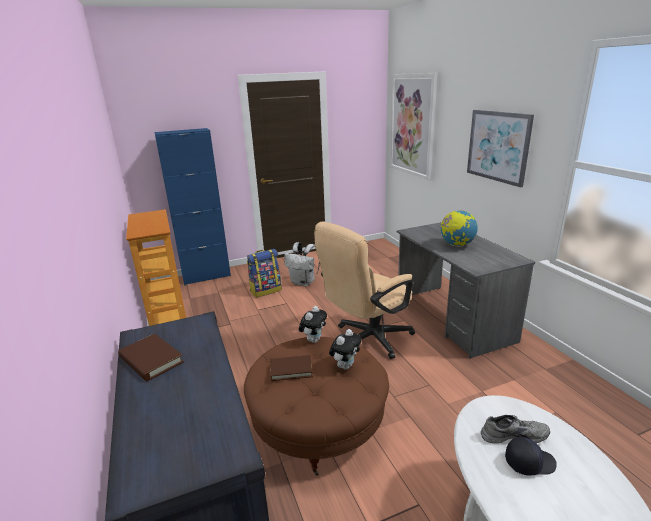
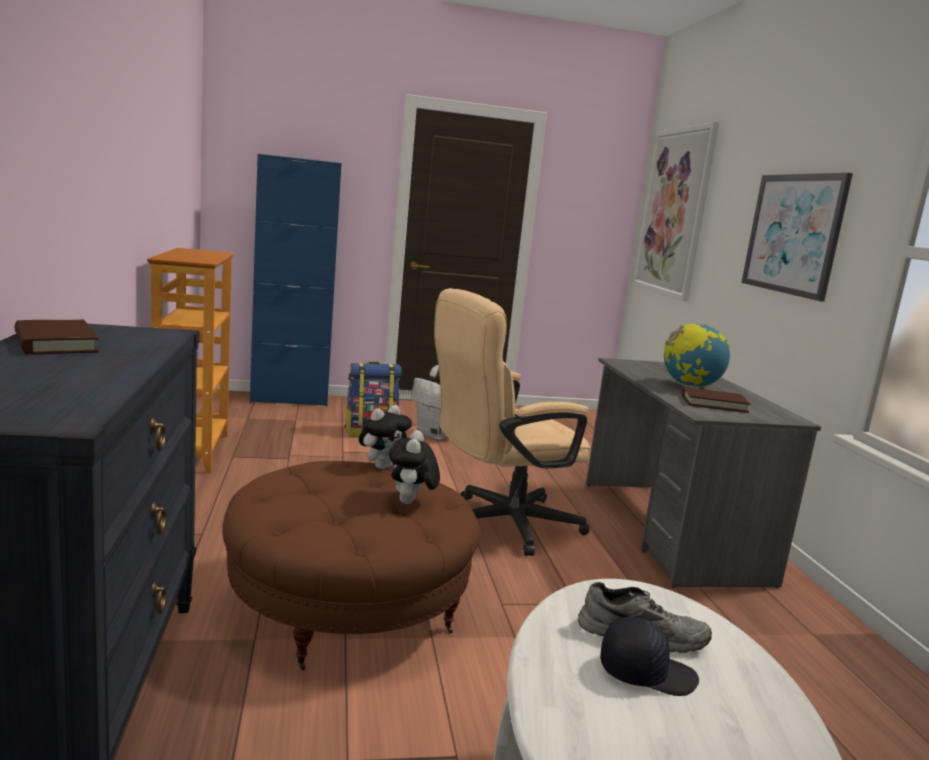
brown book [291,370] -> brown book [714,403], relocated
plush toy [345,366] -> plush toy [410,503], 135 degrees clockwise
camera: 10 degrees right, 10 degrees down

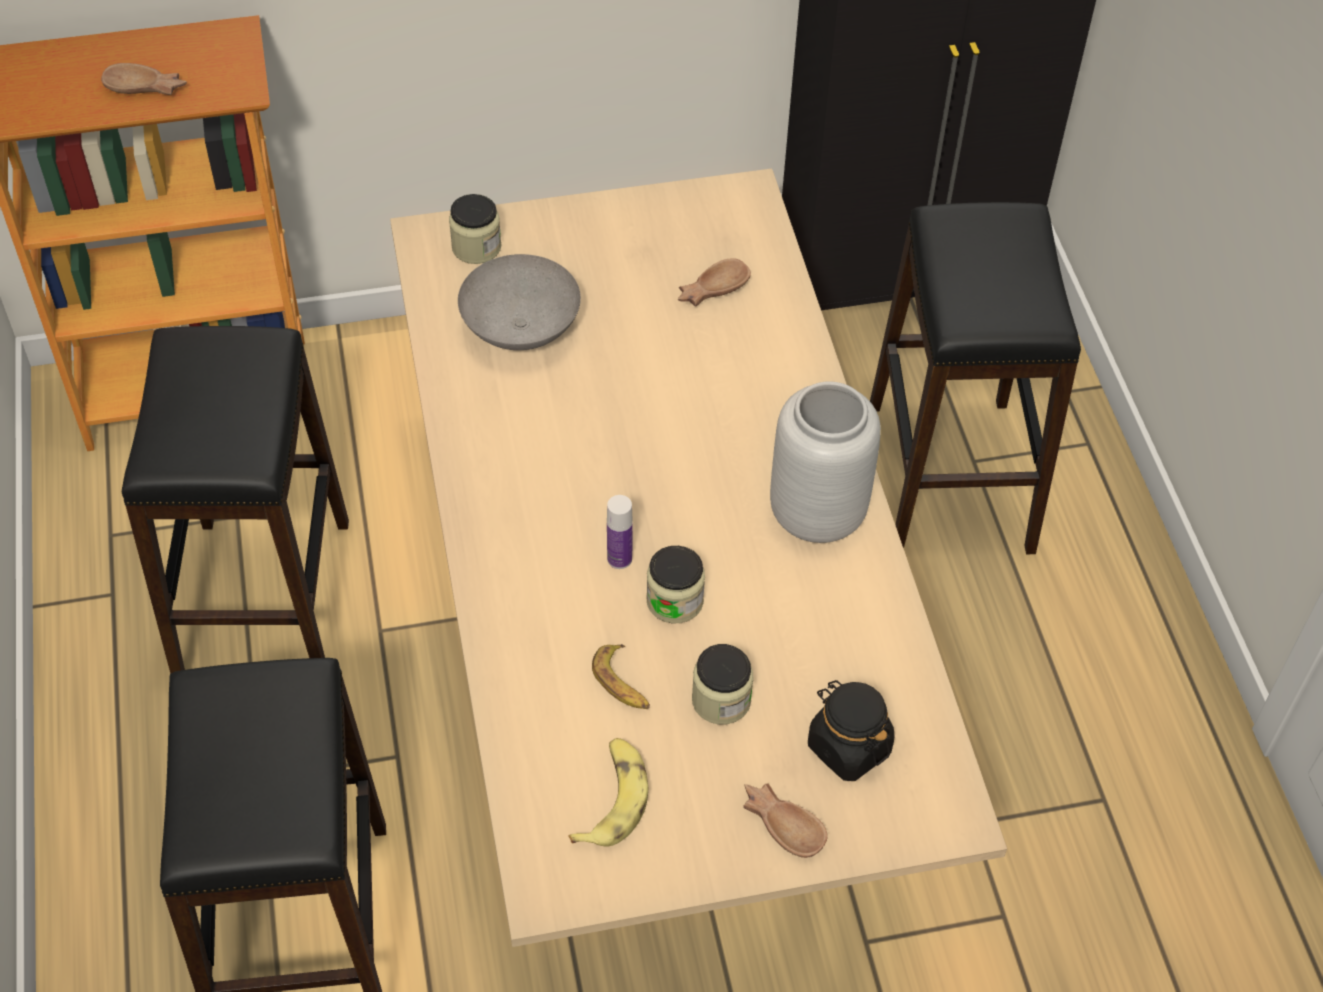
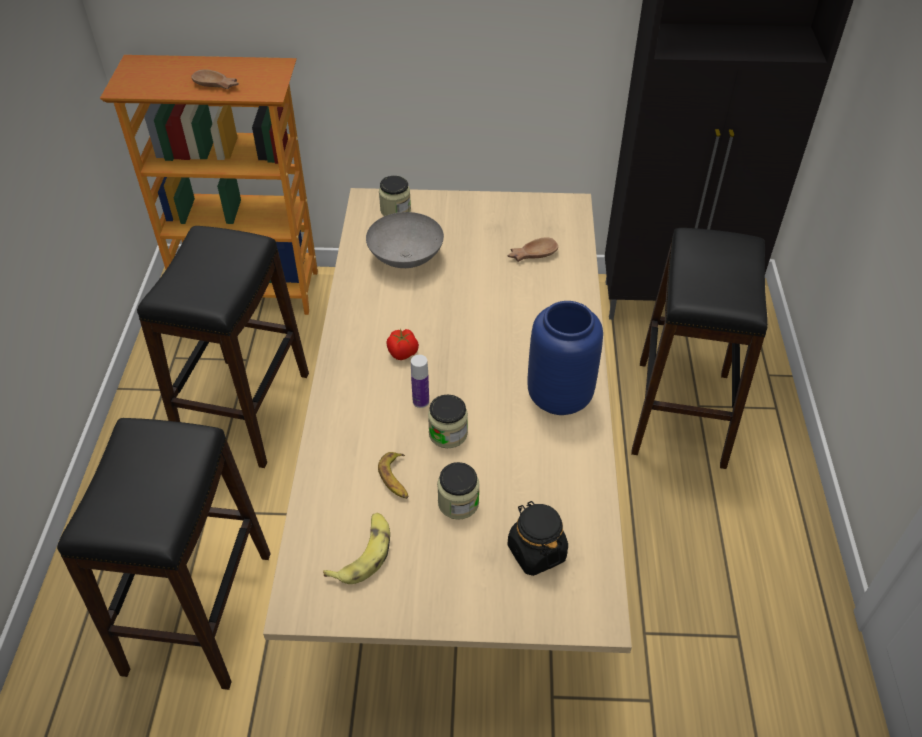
brown bowl [783,822] -> none
grey vase [815,515] -> blue vase [558,397]
none -> tomato [403,353]
camera: 15 degrees right, 5 degrees down

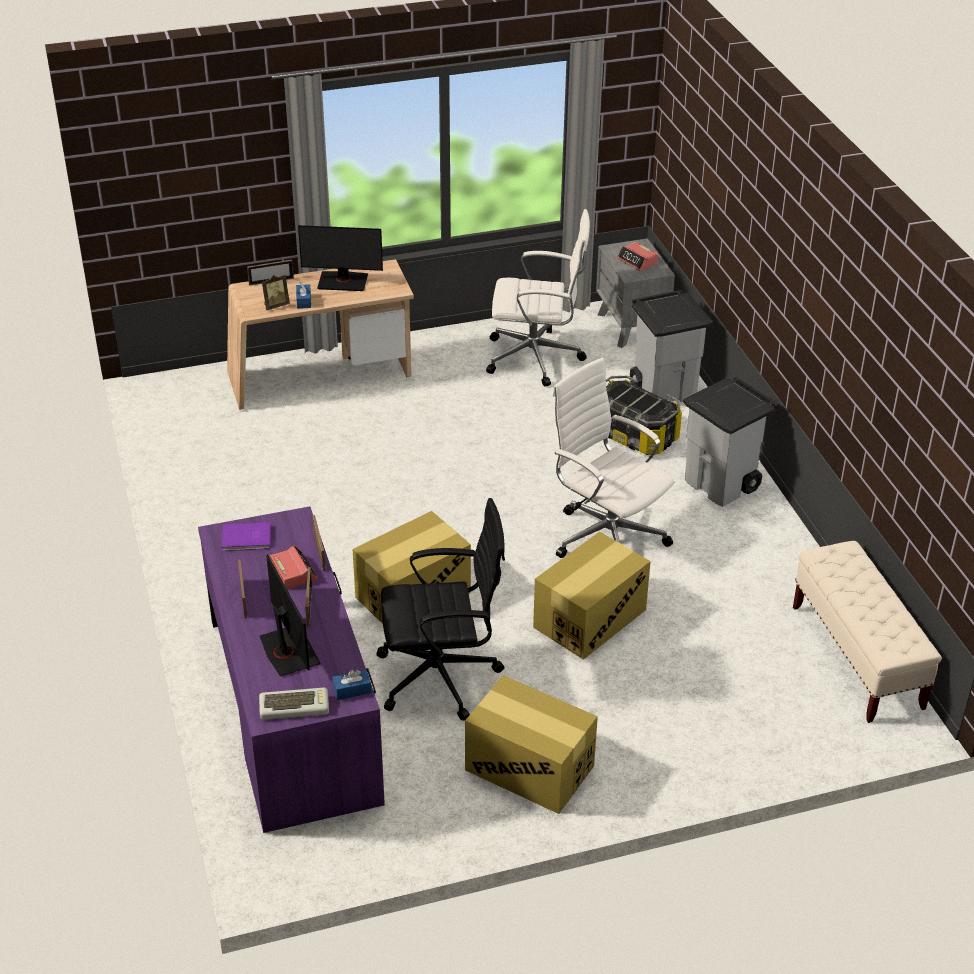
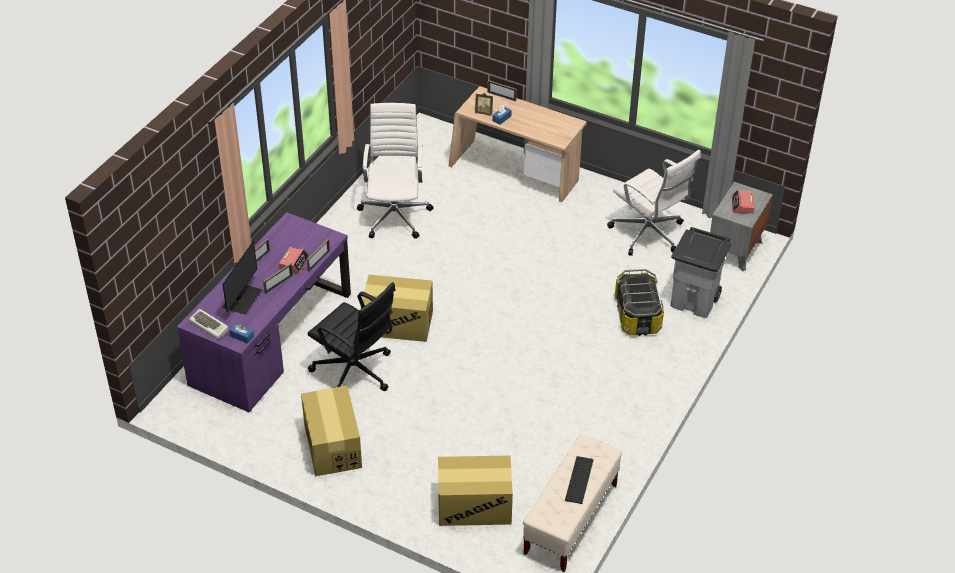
purple book [247,539] -> none
monitor [343,281] -> none
cardboard box [590,618] -> cardboard box [474,505], relocated
white office chair [607,536] -> white office chair [395,215], relocated
grey trash can [722,484] -> none
none -> keyboard [580,480]
camera: 45 degrees right, 5 degrees up

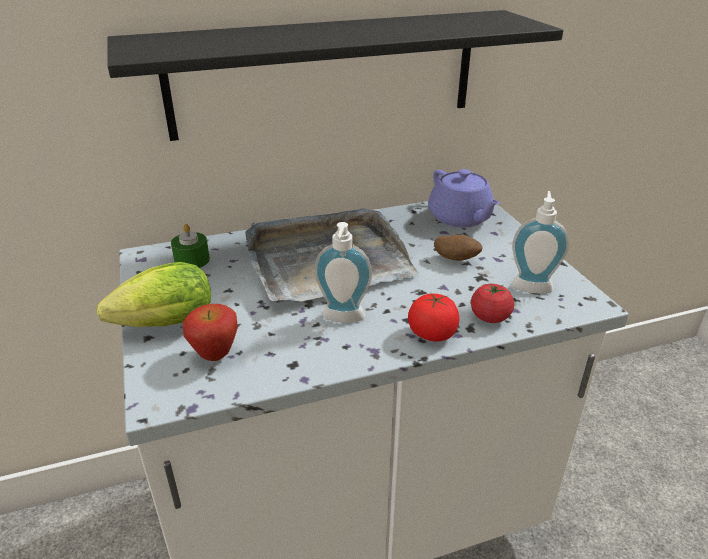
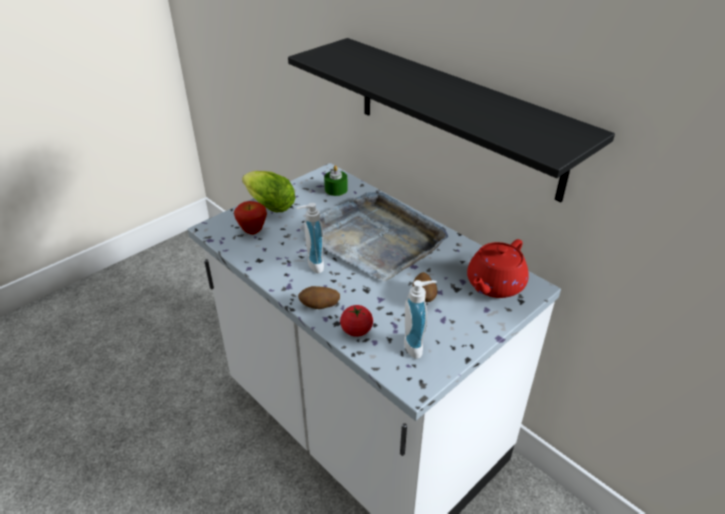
tomato [432,334] -> potato [319,307]
purple teapot [460,218] -> red teapot [494,285]
camera: 65 degrees right, 5 degrees up

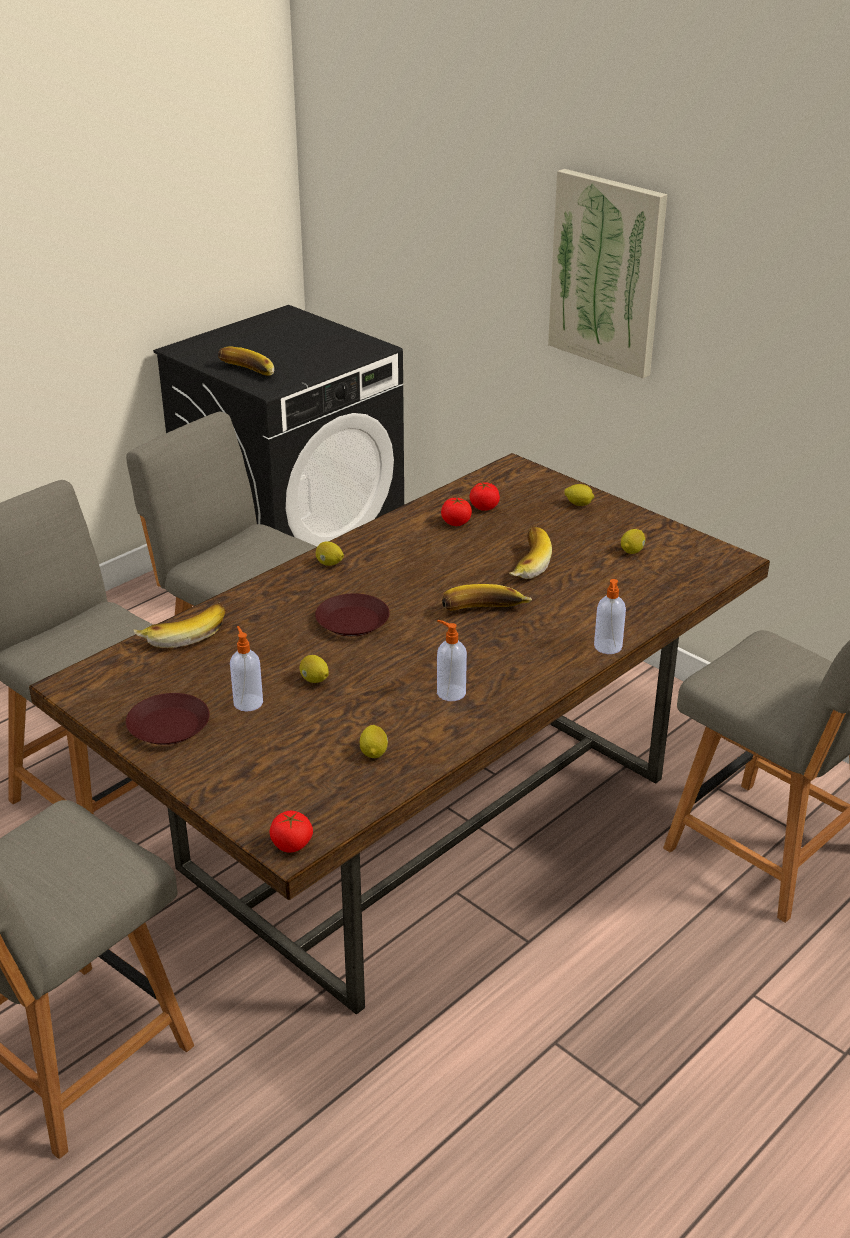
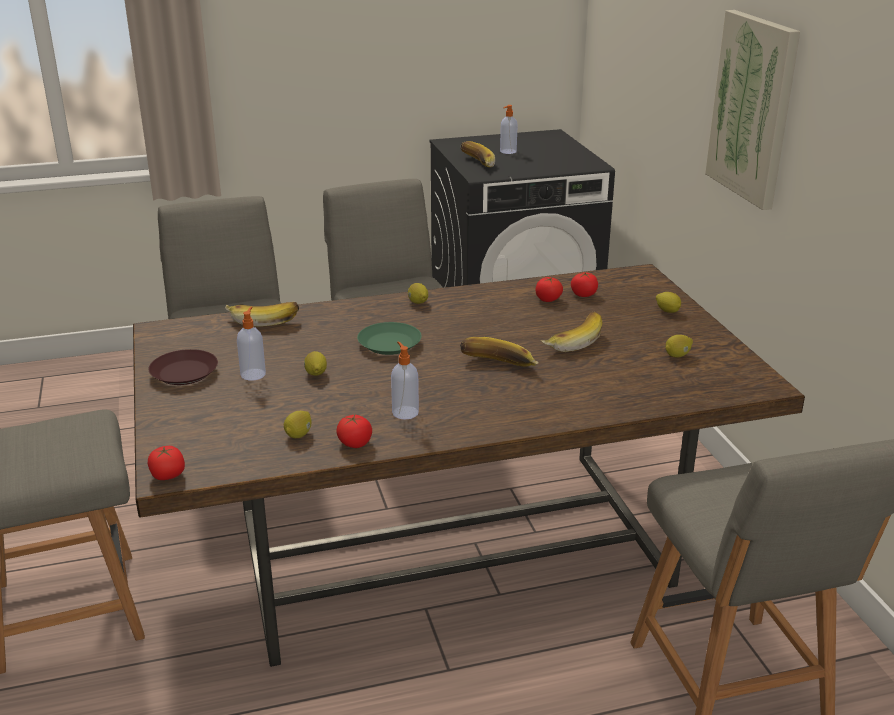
brown plate [353,622] -> green plate [389,344]
soap dispenser [608,647] -> soap dispenser [507,151], relocated
none -> tomato [355,443]
camera: 30 degrees right, 5 degrees down

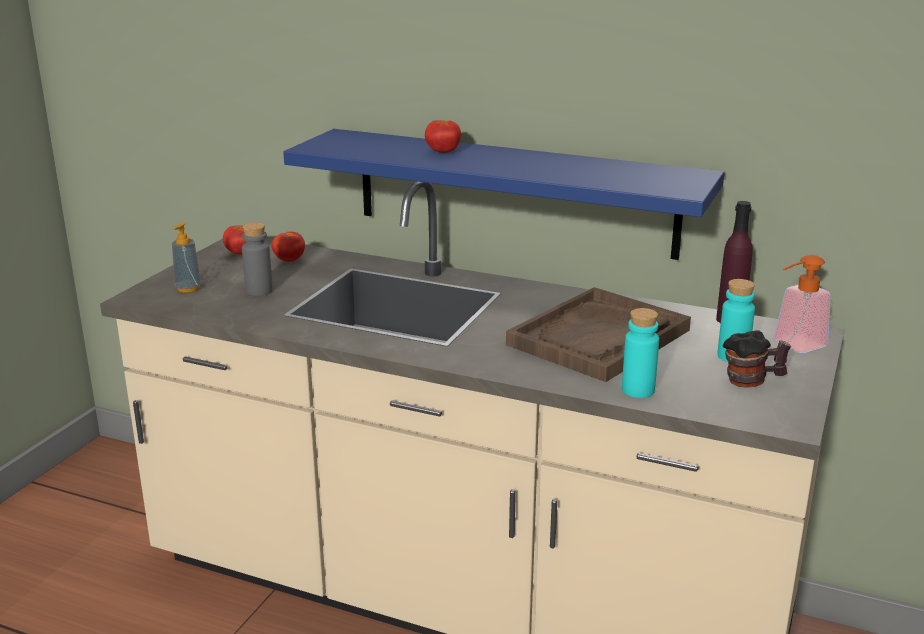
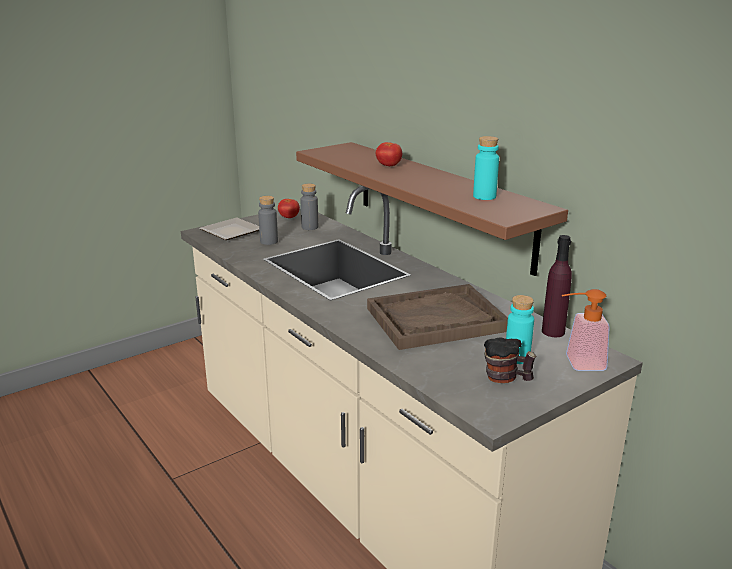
soap dispenser [188,288] -> plate [234,232]
tomato [289,260] -> grey bottle [310,227]
blue shelf [514,192] -> brown shelf [441,203]
turquoise bottle [638,390] -> turquoise bottle [484,196], relocated
camera: 30 degrees right, 0 degrees up

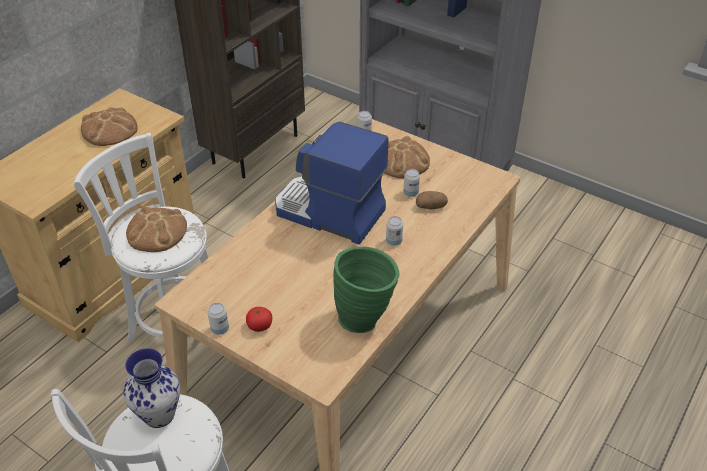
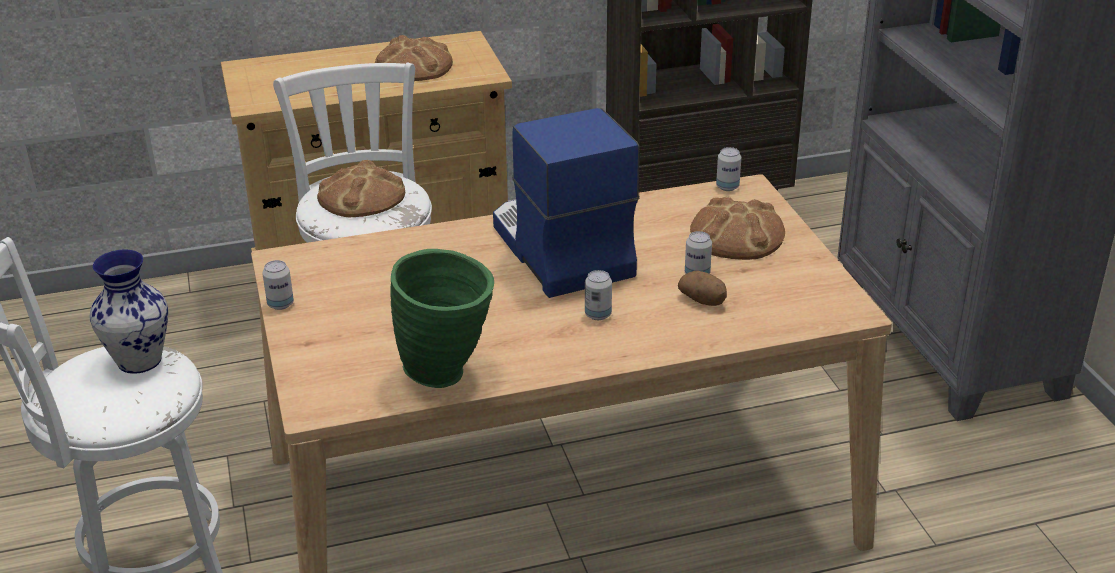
tomato [260,326] -> none
camera: 40 degrees right, 10 degrees down

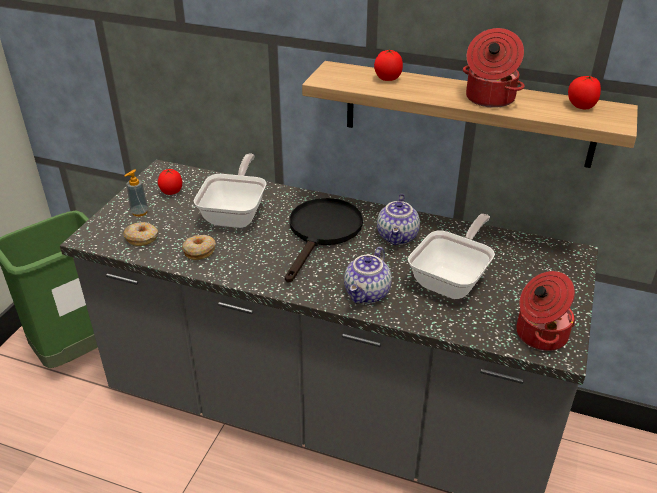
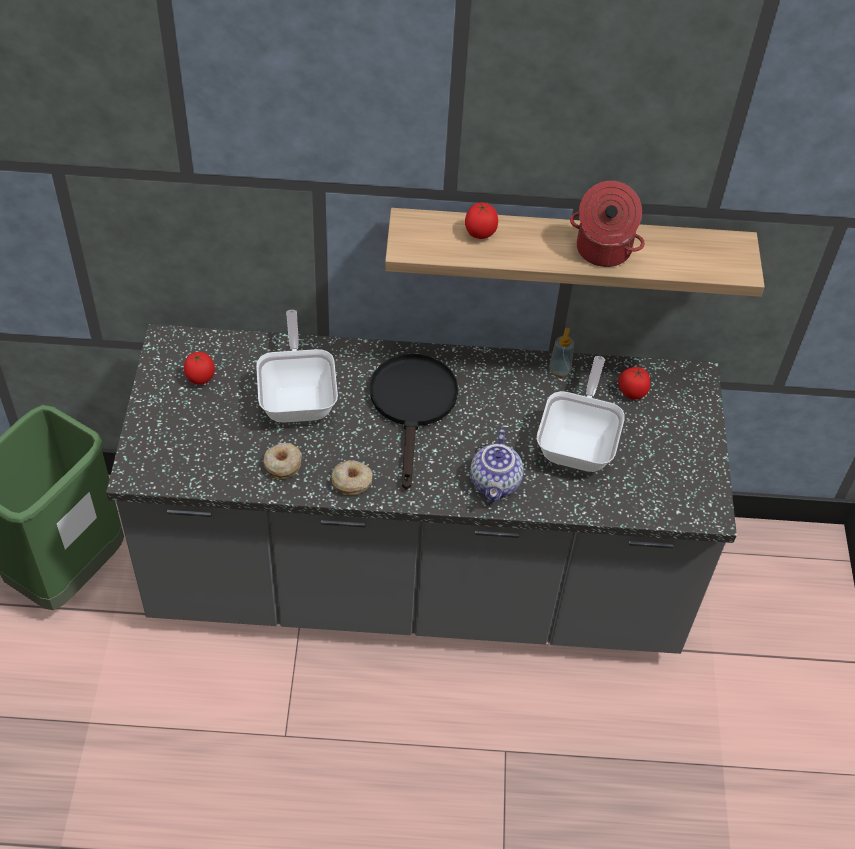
donut [142,238] -> donut [351,481], relocated
soap dispenser [139,212] -> soap dispenser [559,370], relocated
teapot [398,237] -> none
cooking pot [539,334] -> none
tomato [581,106] -> tomato [632,393], relocated
camera: 20 degrees left, 15 degrees up

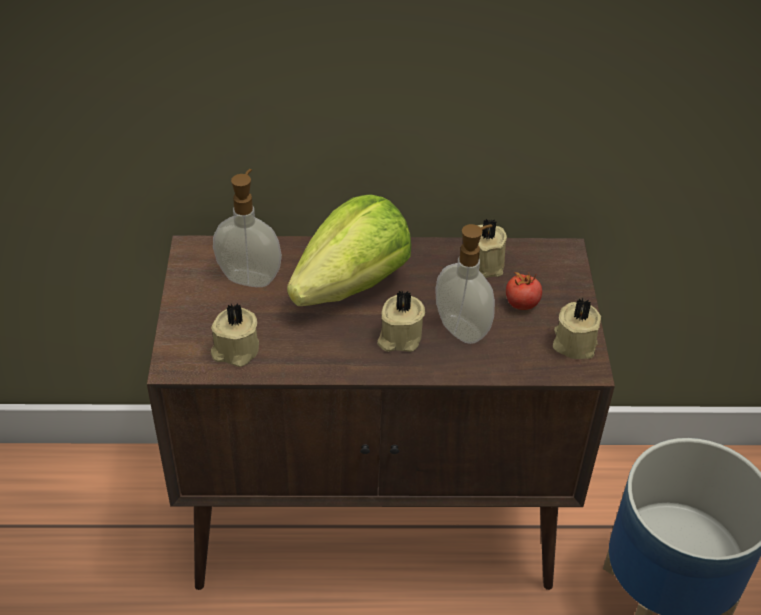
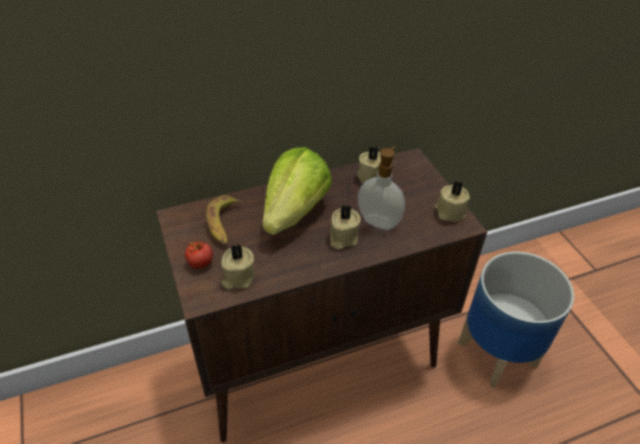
soap dispenser [250,277] -> banana [224,224]
tomato [522,303] -> tomato [200,263], relocated
camera: 20 degrees left, 0 degrees up

